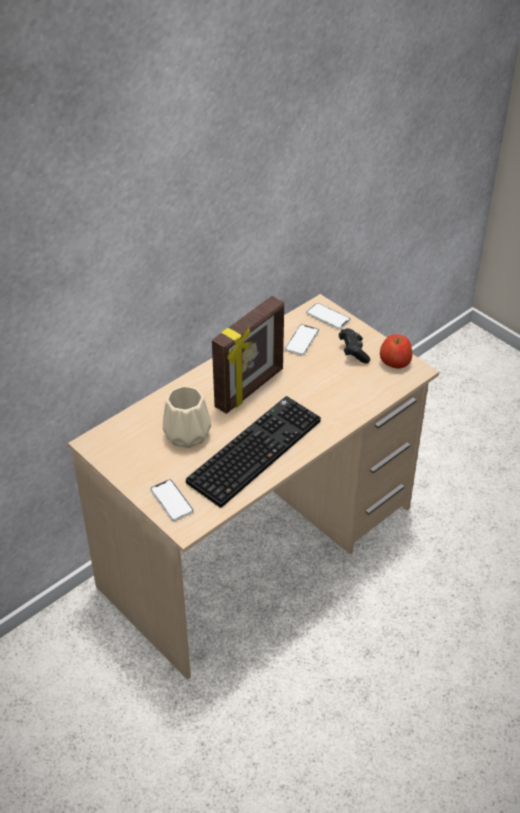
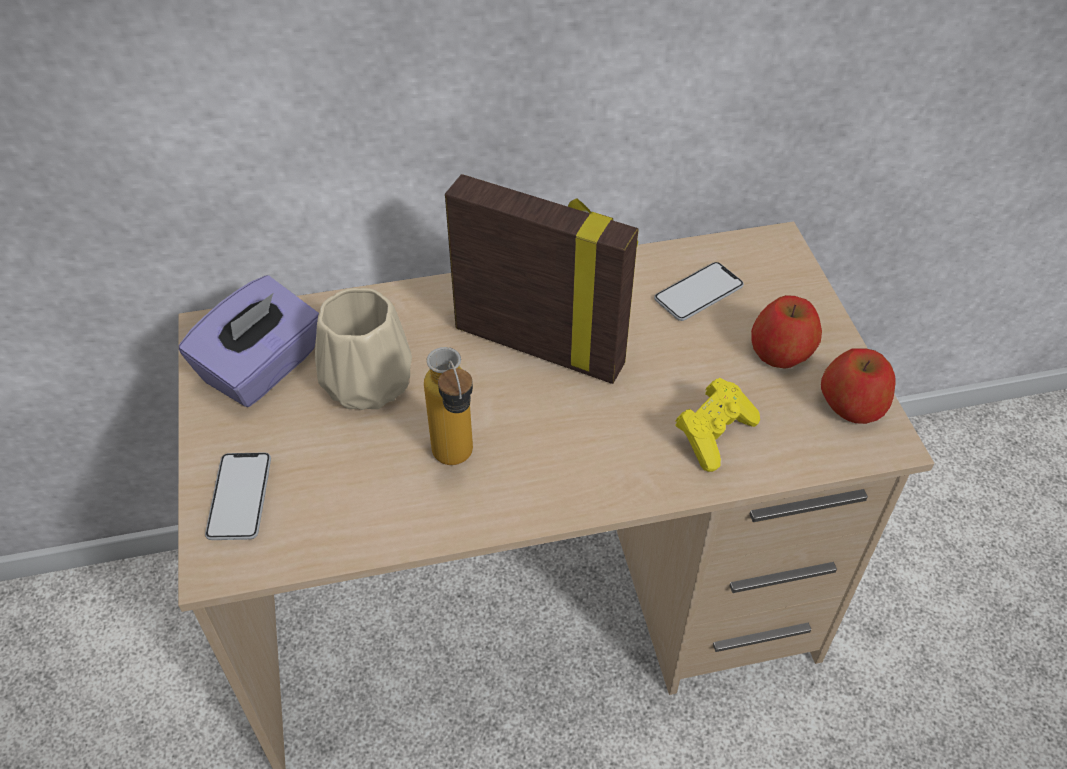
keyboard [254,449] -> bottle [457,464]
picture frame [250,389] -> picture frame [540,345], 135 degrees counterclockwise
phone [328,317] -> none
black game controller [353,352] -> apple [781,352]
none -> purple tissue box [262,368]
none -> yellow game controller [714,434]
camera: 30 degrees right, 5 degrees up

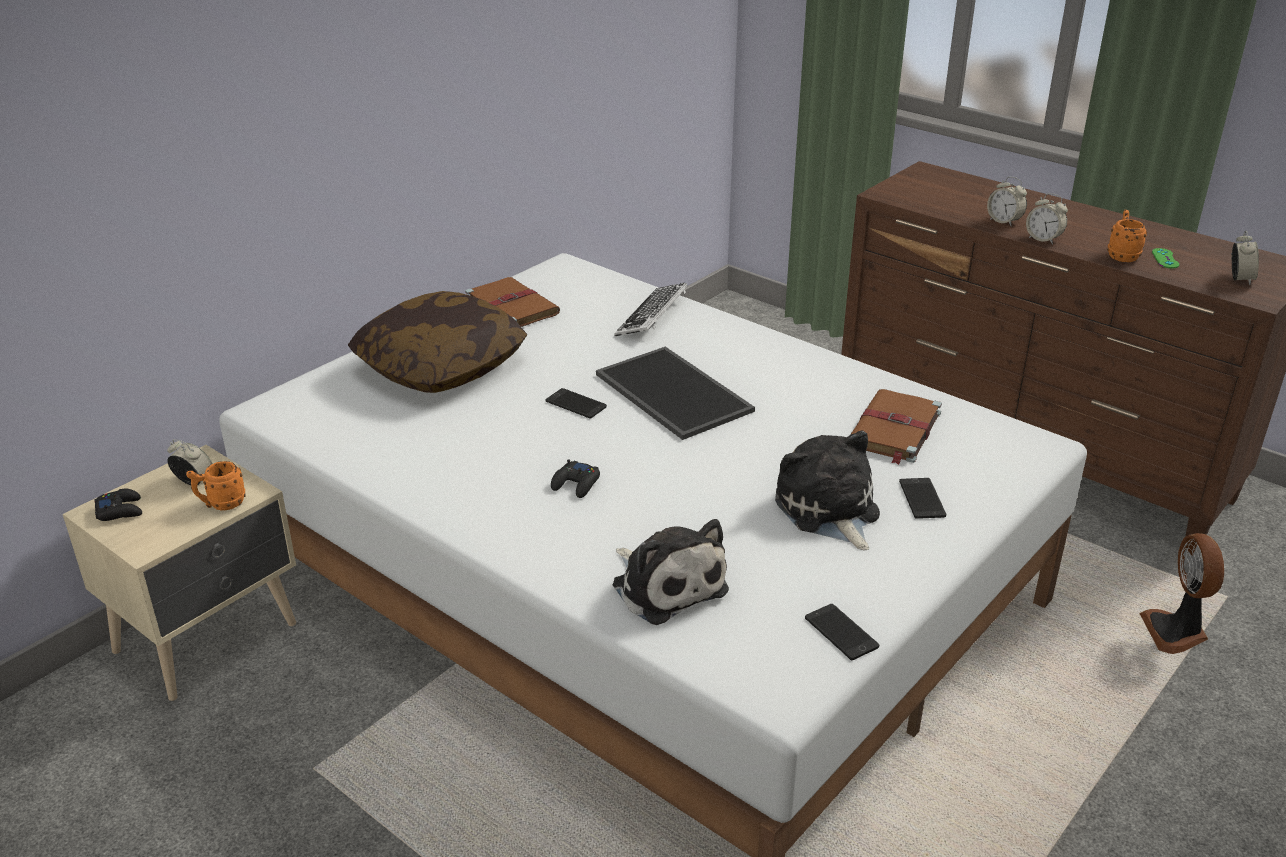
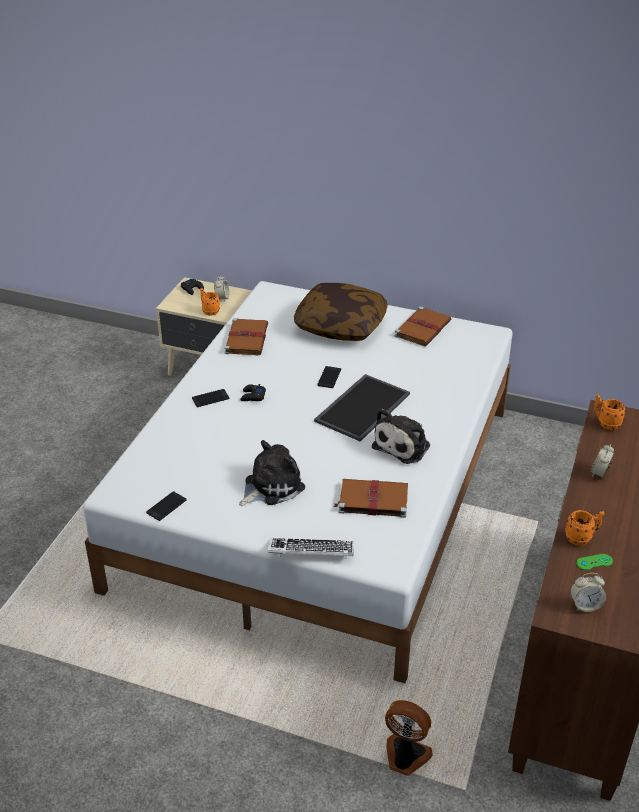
plush toy [666,585] -> plush toy [403,445], relocated
keyboard [652,317] -> keyboard [311,552], relocated
phone [922,499] -> phone [210,398], relocated
alarm clock [1043,239] -> none
fan [1175,632] -> fan [405,757], 45 degrees clockwise
none -> brown book [246,338]
none -> orange mug [605,423]
camera: 70 degrees right, 5 degrees up

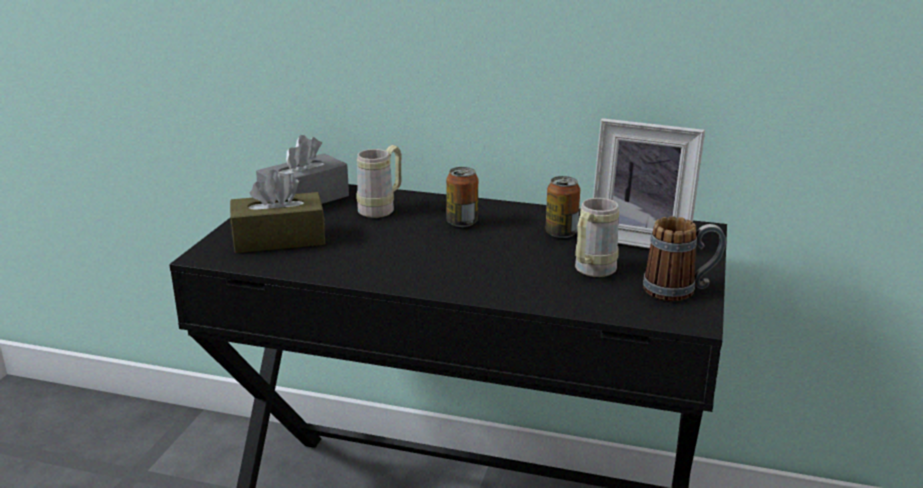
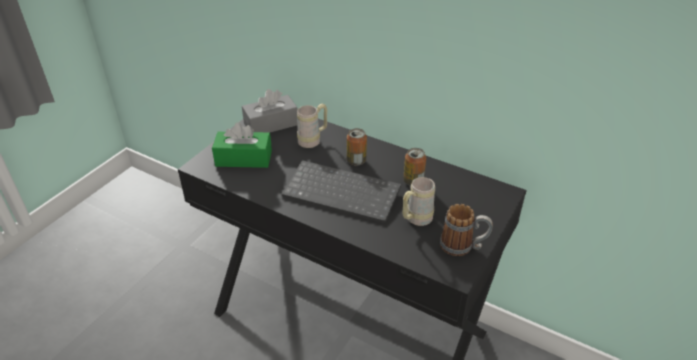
brown tissue box [279,239] -> green tissue box [244,158]
picture frame [641,239] -> none
none -> keyboard [343,192]
camera: 15 degrees right, 15 degrees up

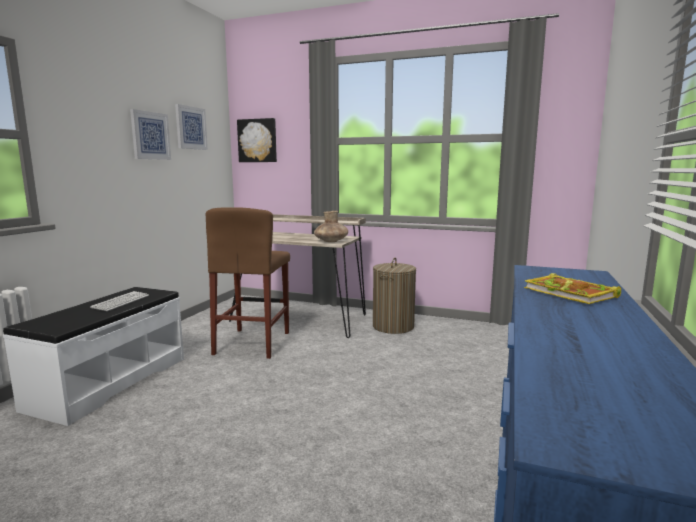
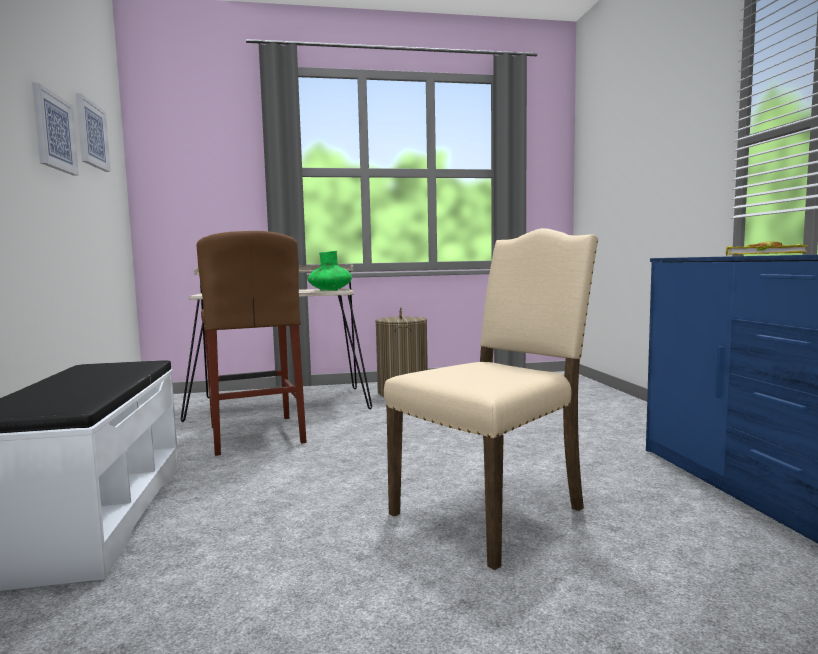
keyboard [121,302] -> none
picture [257,140] -> none
brown vase [331,241] -> green vase [330,290]
none -> beige chair [493,511]
camera: 30 degrees left, 5 degrees down

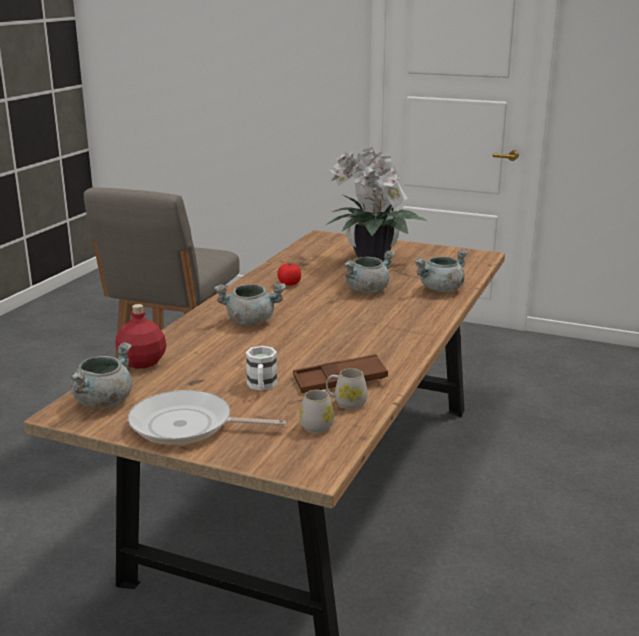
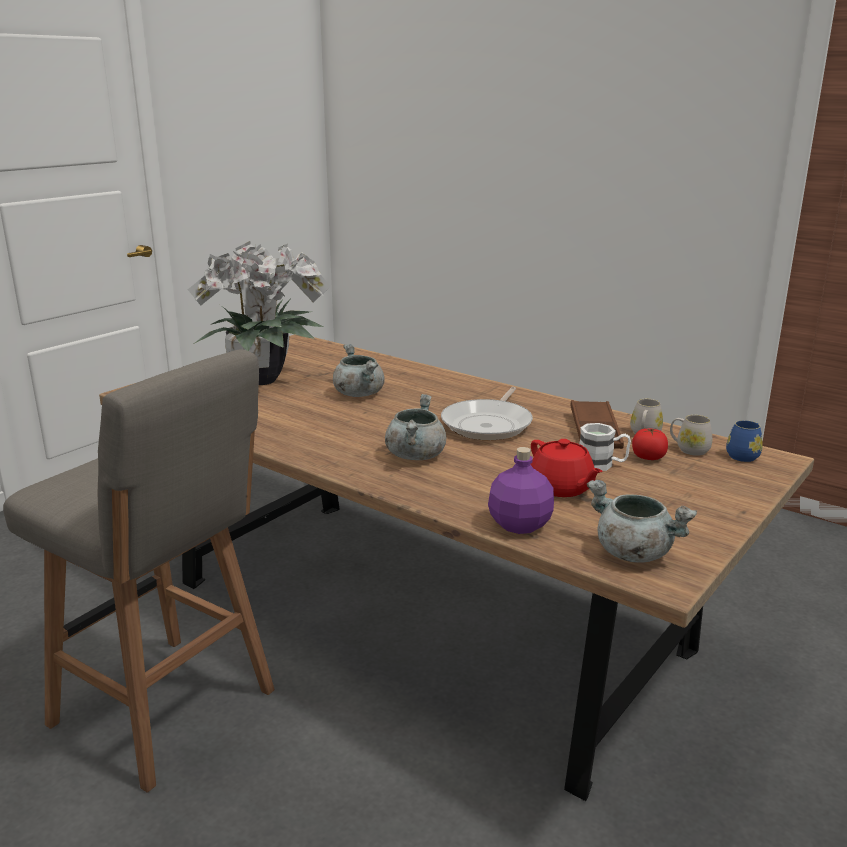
red bottle [143,362] -> purple bottle [519,524]
frying pan [187,426] -> frying pan [489,424], relocated
tomato [289,284] -> tomato [648,457], relocated
grey cooking pot [441,289] -> none
none -> red teapot [561,488]
none -> blue mug [744,455]
camera: 75 degrees left, 0 degrees up

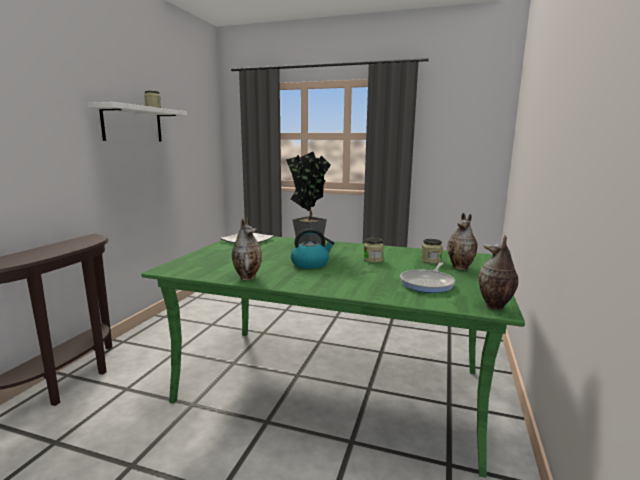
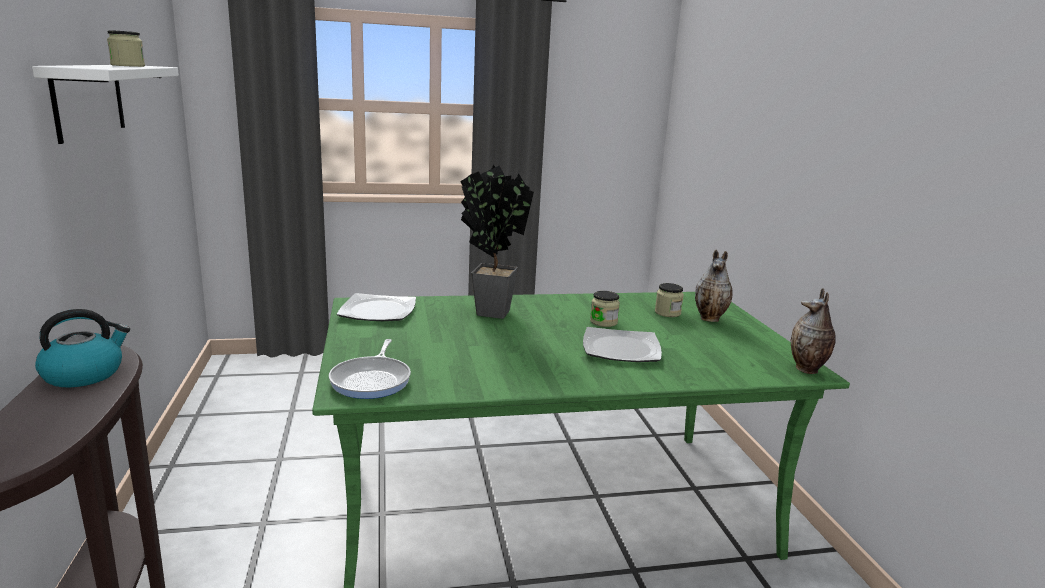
vase [248,277] -> none
kettle [310,264] -> kettle [84,374], relocated
frying pan [428,283] -> frying pan [372,380], relocated
none -> plate [620,348]
camera: 30 degrees left, 5 degrees up

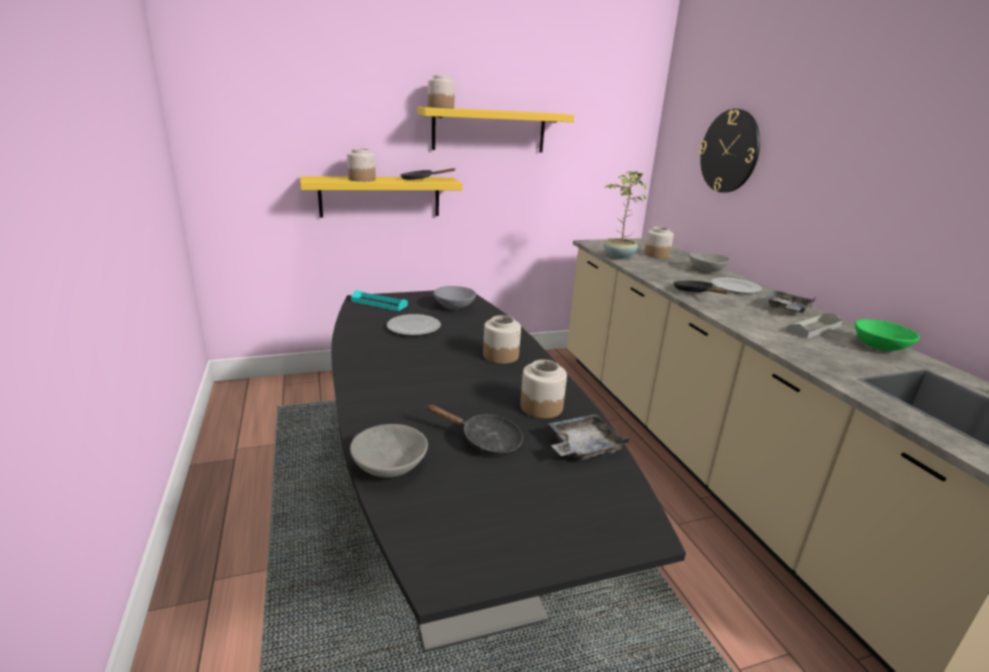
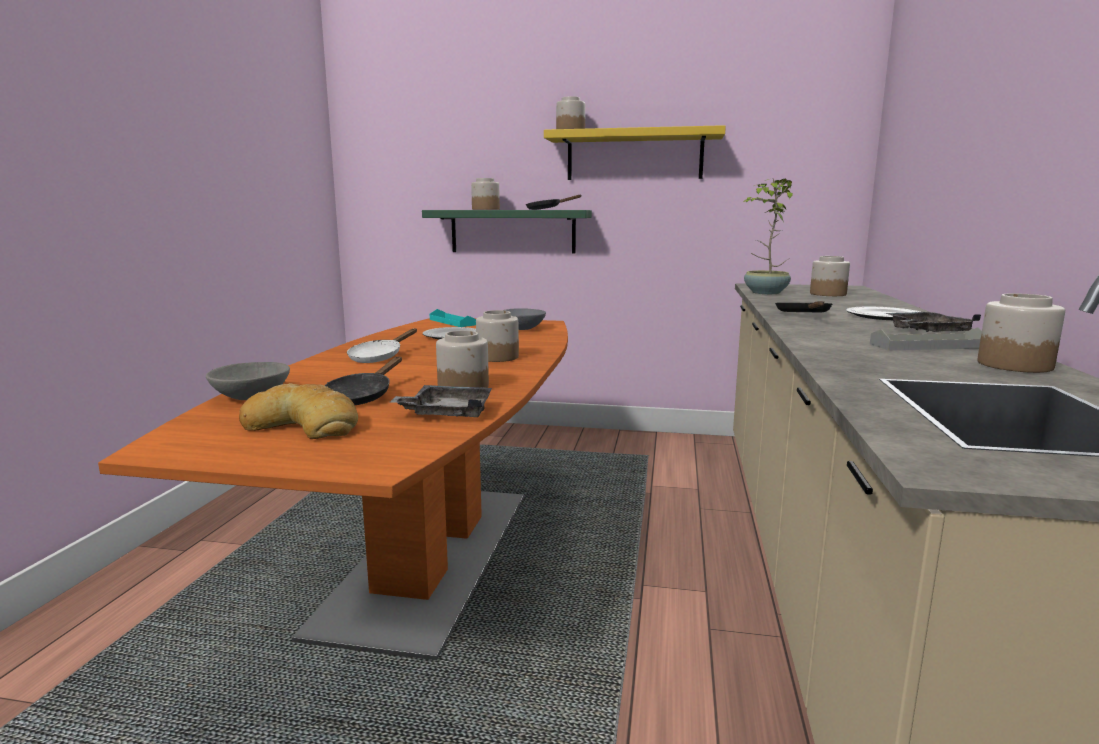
yellow shelf [380,196] -> green shelf [513,231]
black dining table [450,524] -> orange dining table [432,556]
black frying pan [485,441] -> black frying pan [361,396], 60 degrees clockwise
grey bowl [706,270] -> none
wall clock [729,151] -> none
green bowl [879,346] -> jar [1014,365]
none -> bread [304,424]
none -> white frying pan [379,357]
camera: 30 degrees right, 10 degrees down

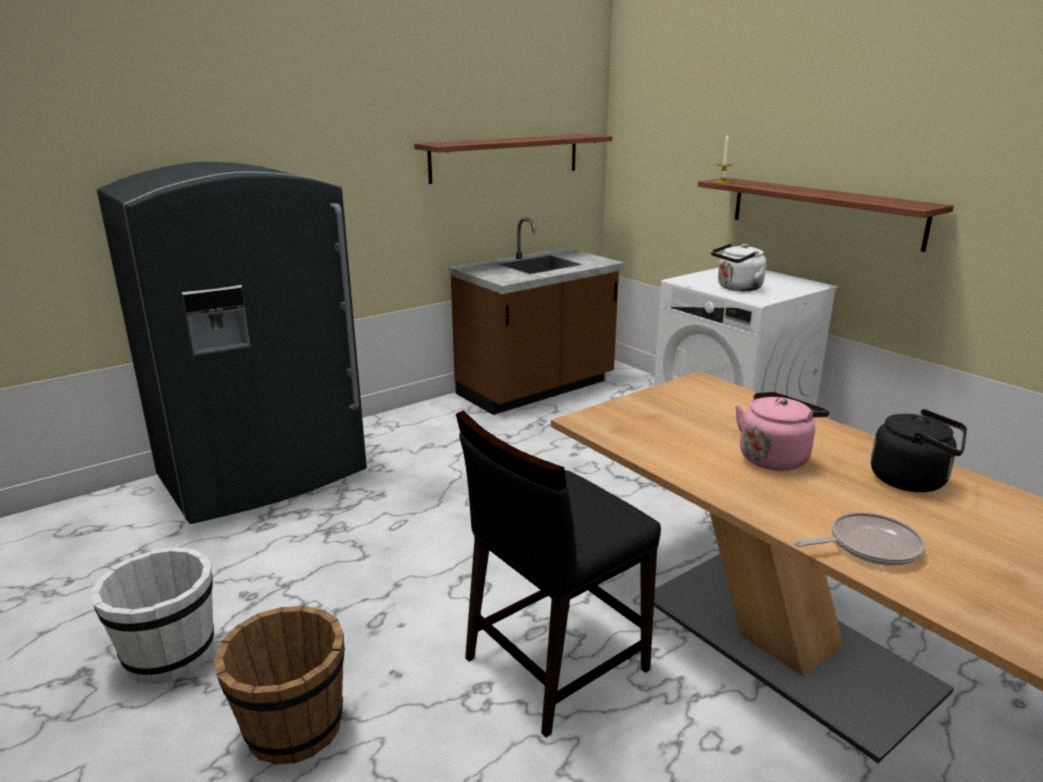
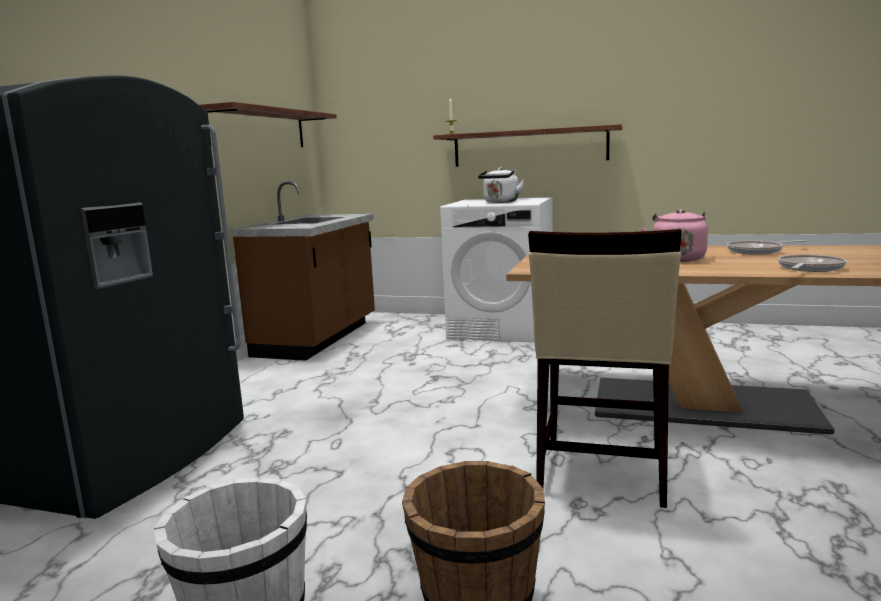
black chair [554,664] -> beige chair [600,469]
black kettle [913,481] -> frying pan [757,251]
camera: 35 degrees left, 10 degrees down

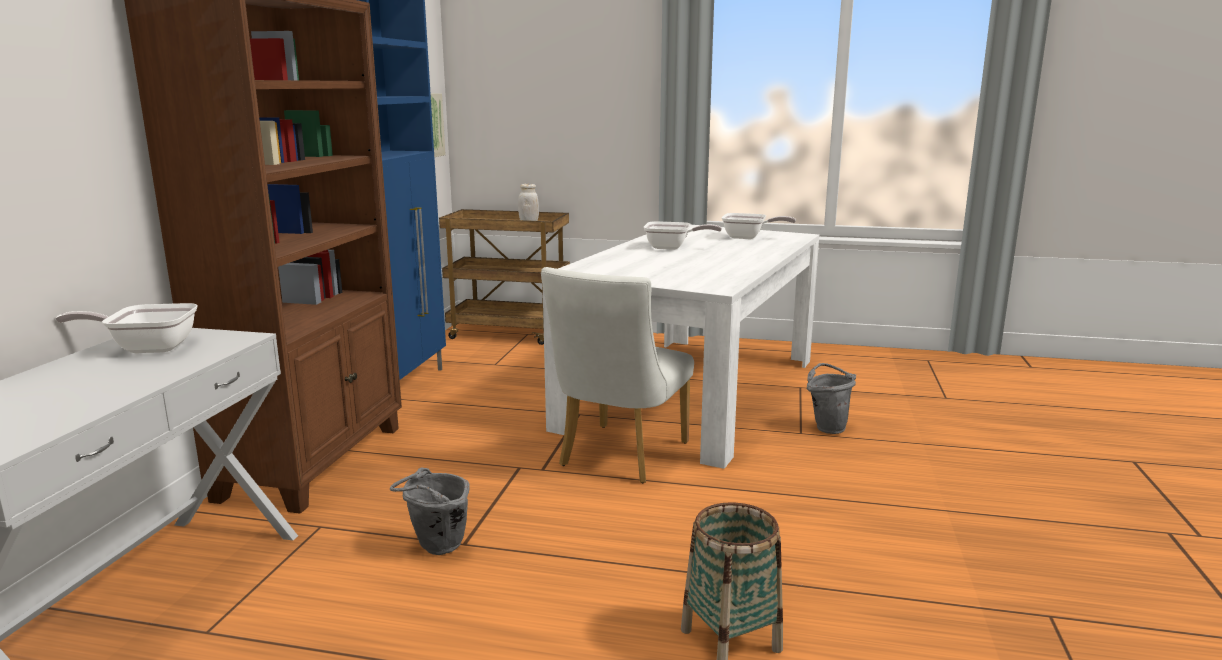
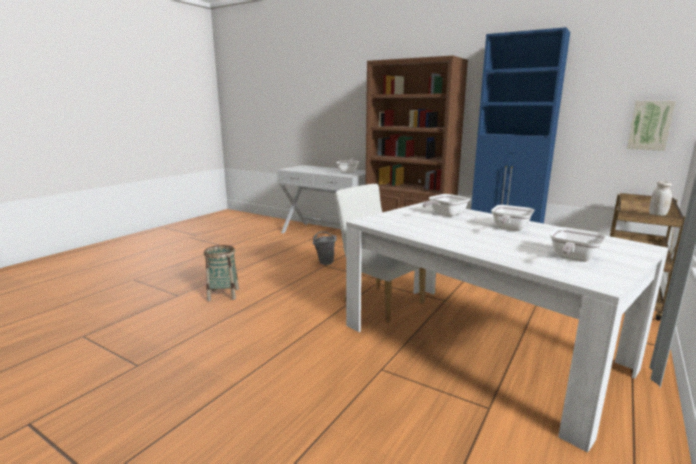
grey bucket [827,427] -> none
none -> frying pan [445,215]
camera: 110 degrees right, 0 degrees up

